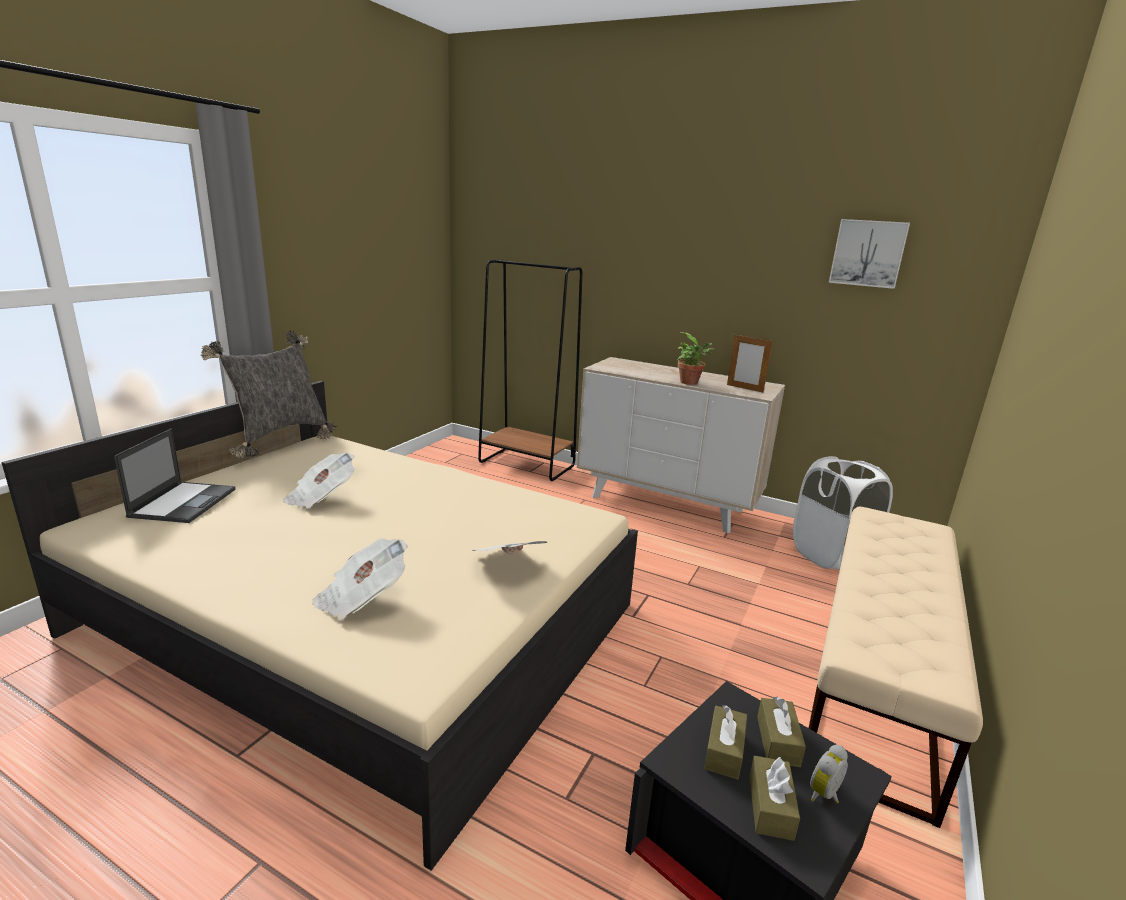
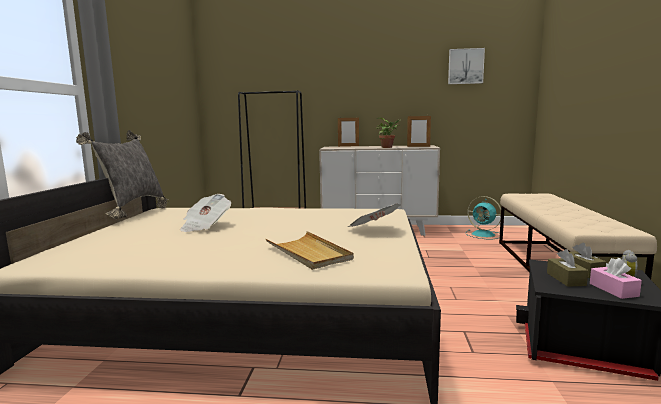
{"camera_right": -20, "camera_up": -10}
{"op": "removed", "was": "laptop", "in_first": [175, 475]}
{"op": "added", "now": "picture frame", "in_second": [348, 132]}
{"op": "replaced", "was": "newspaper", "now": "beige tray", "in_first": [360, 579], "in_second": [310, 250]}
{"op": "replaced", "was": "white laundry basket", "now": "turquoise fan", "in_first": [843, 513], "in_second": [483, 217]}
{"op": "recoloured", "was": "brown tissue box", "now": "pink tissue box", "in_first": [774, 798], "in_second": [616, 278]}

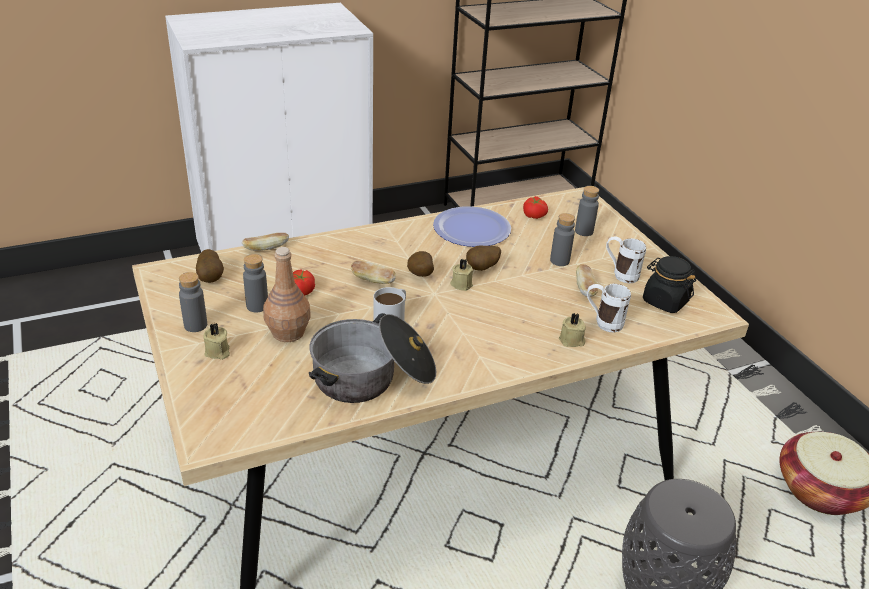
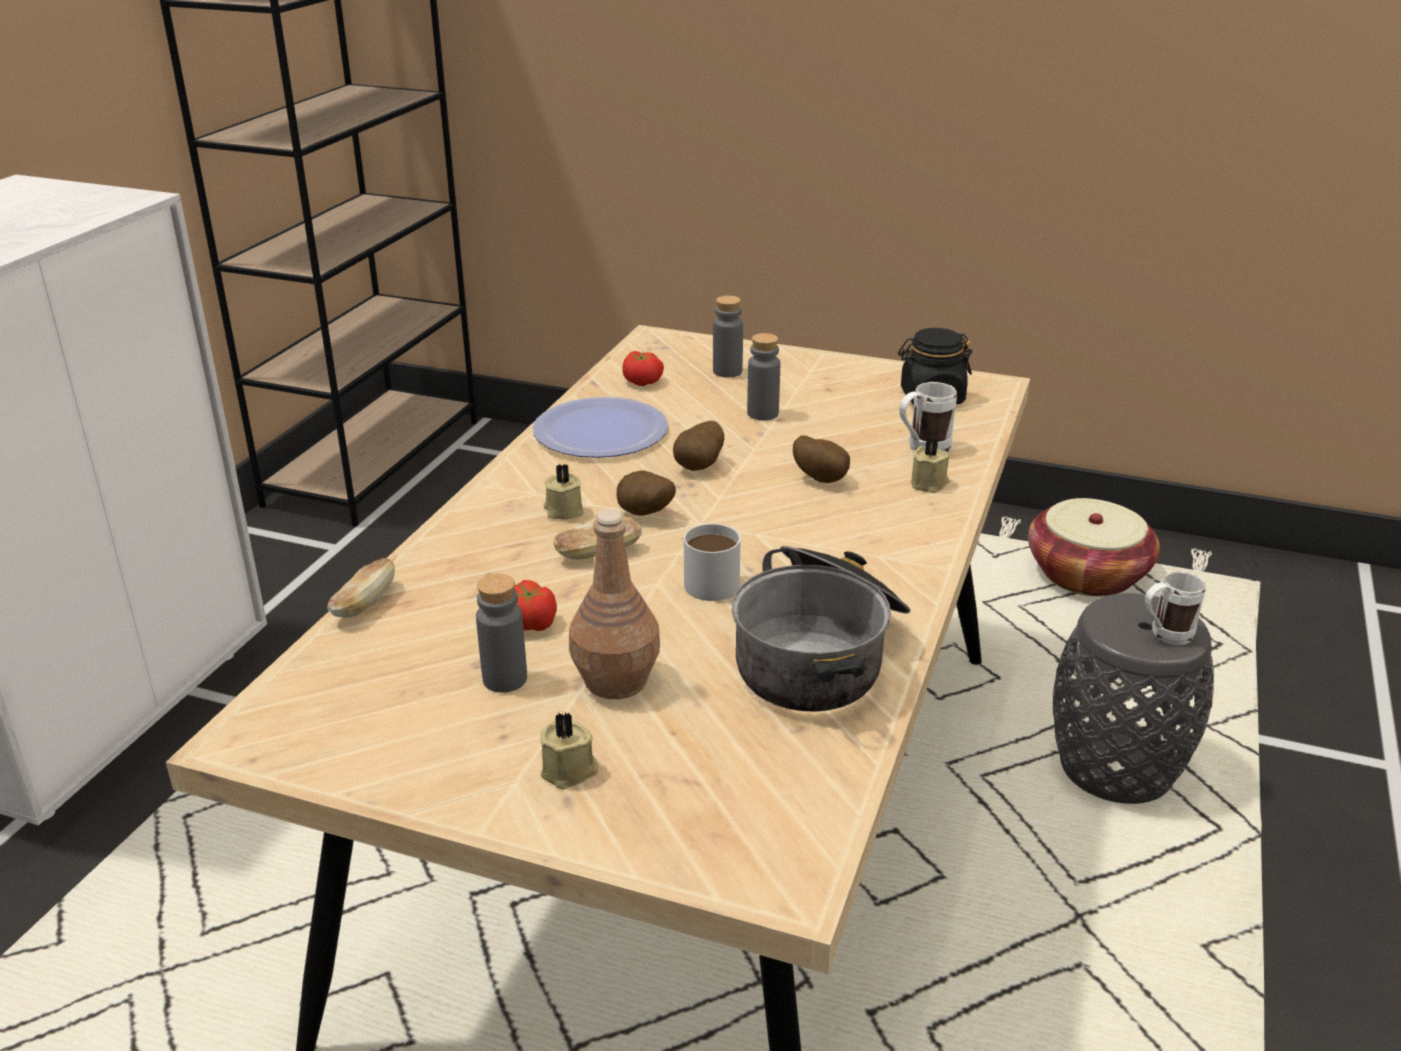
{"camera_right": -45, "camera_up": -5}
{"op": "removed", "was": "grey bottle", "in_first": [193, 302]}
{"op": "removed", "was": "bread", "in_first": [587, 280]}
{"op": "moved", "was": "potato", "in_first": [210, 266], "in_second": [821, 459]}
{"op": "moved", "was": "beige candle", "in_first": [461, 274], "in_second": [564, 492]}
{"op": "moved", "was": "white mug", "in_first": [626, 259], "in_second": [1175, 608]}

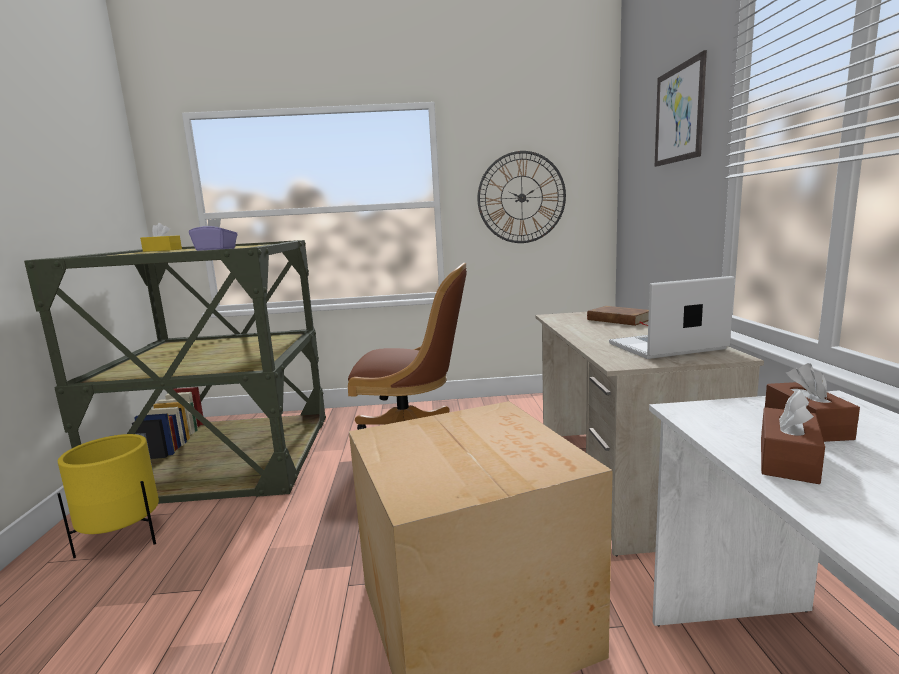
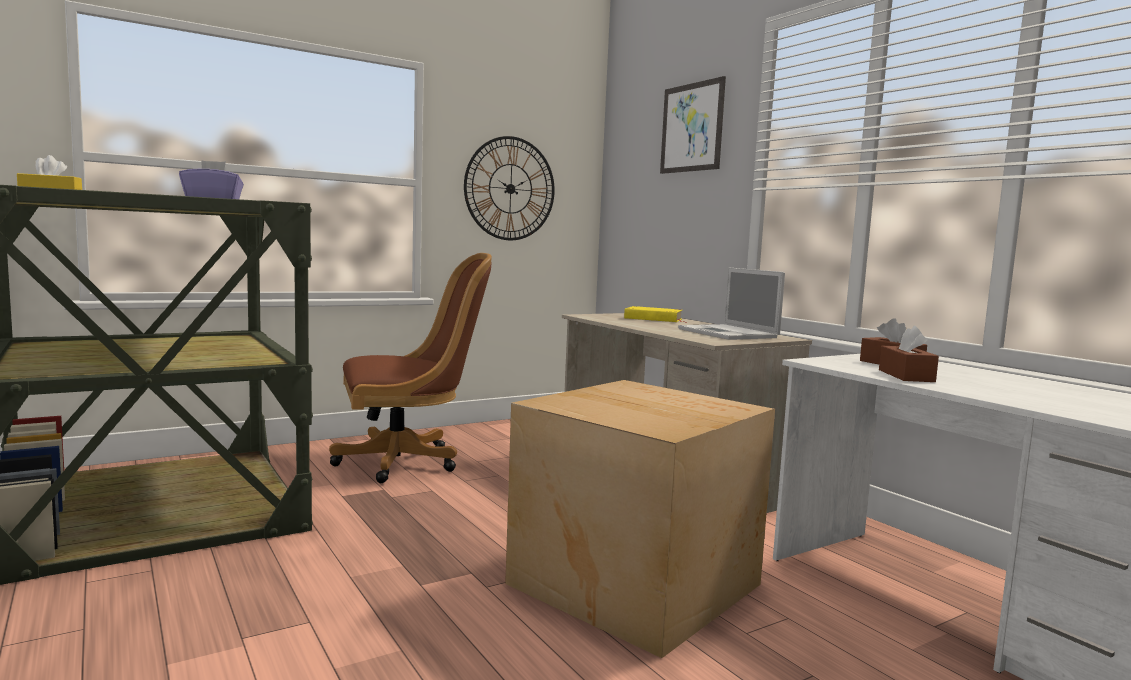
{"camera_right": -30, "camera_up": -5}
{"op": "removed", "was": "yellow planter", "in_first": [108, 496]}
{"op": "recoloured", "was": "brown book", "now": "yellow book", "in_first": [618, 316], "in_second": [653, 314]}
{"op": "turned", "was": "laptop", "in_first": [672, 317], "in_second": [731, 303], "clockwise": -75}

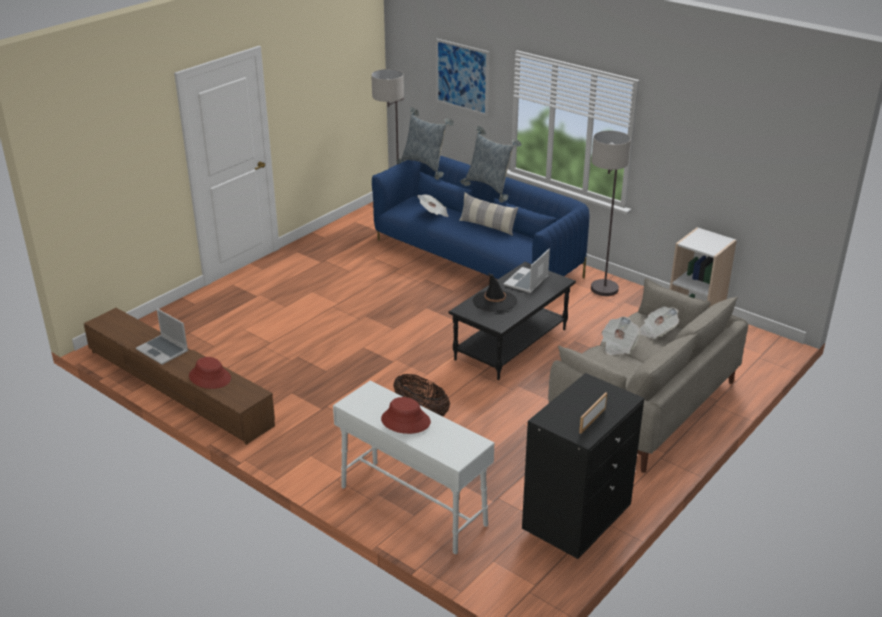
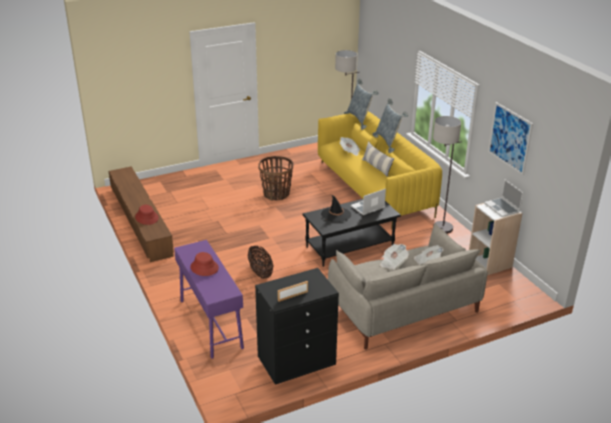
{"camera_right": 25, "camera_up": 0}
{"op": "added", "now": "basket", "in_second": [275, 178]}
{"op": "moved", "was": "laptop", "in_first": [162, 337], "in_second": [503, 198]}
{"op": "moved", "was": "picture", "in_first": [462, 77], "in_second": [510, 138]}
{"op": "recoloured", "was": "white console table", "now": "purple console table", "in_first": [414, 467], "in_second": [209, 299]}
{"op": "recoloured", "was": "blue sofa", "now": "yellow sofa", "in_first": [480, 217], "in_second": [380, 170]}

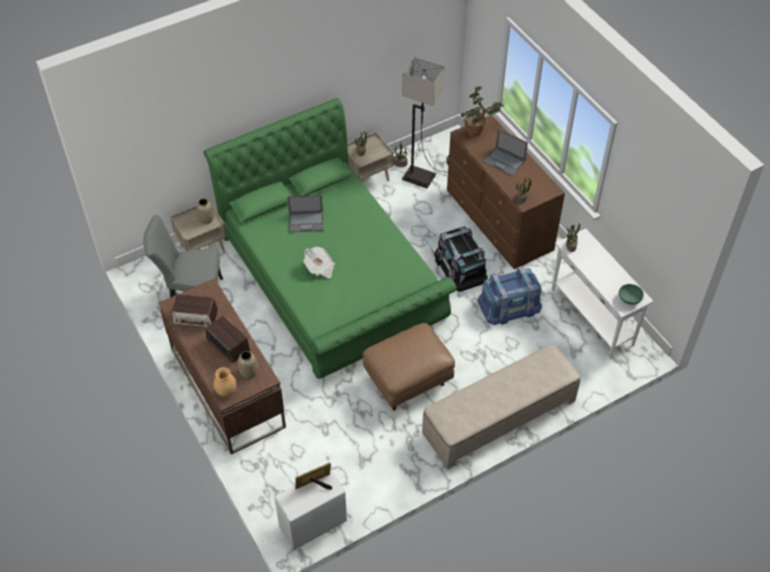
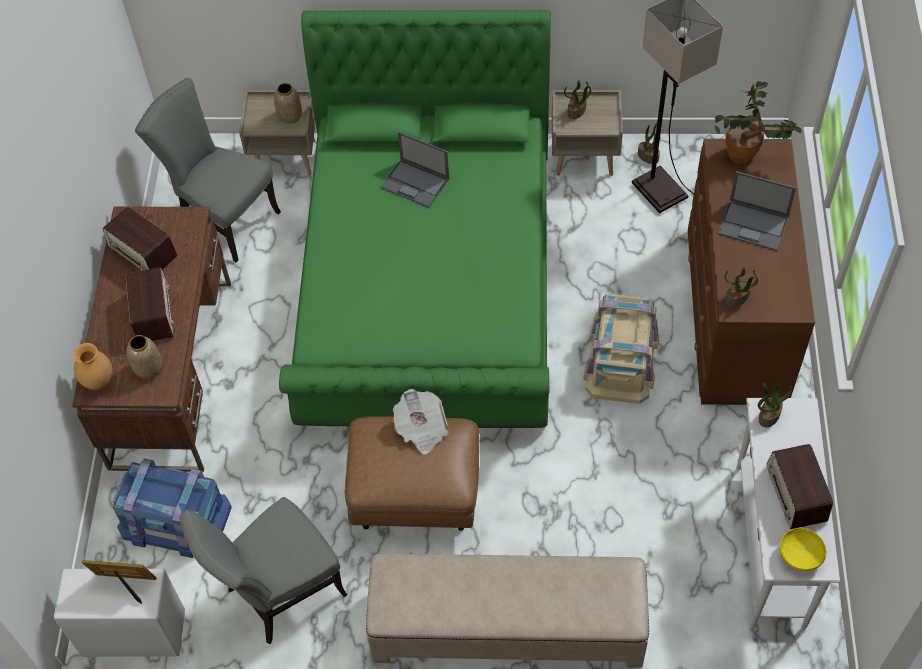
{"camera_right": 35, "camera_up": 5}
{"op": "added", "now": "grey chair", "in_second": [263, 570]}
{"op": "added", "now": "radio", "in_second": [800, 486]}
{"op": "moved", "was": "newspaper", "in_first": [319, 262], "in_second": [420, 421]}
{"op": "moved", "was": "blue storage box", "in_first": [510, 295], "in_second": [172, 508]}
{"op": "recoloured", "was": "black storage box", "now": "beige storage box", "in_first": [460, 259], "in_second": [621, 349]}
{"op": "recoloured", "was": "green bowl", "now": "yellow bowl", "in_first": [631, 294], "in_second": [803, 549]}
{"op": "turned", "was": "laptop", "in_first": [505, 152], "in_second": [757, 211], "clockwise": -45}

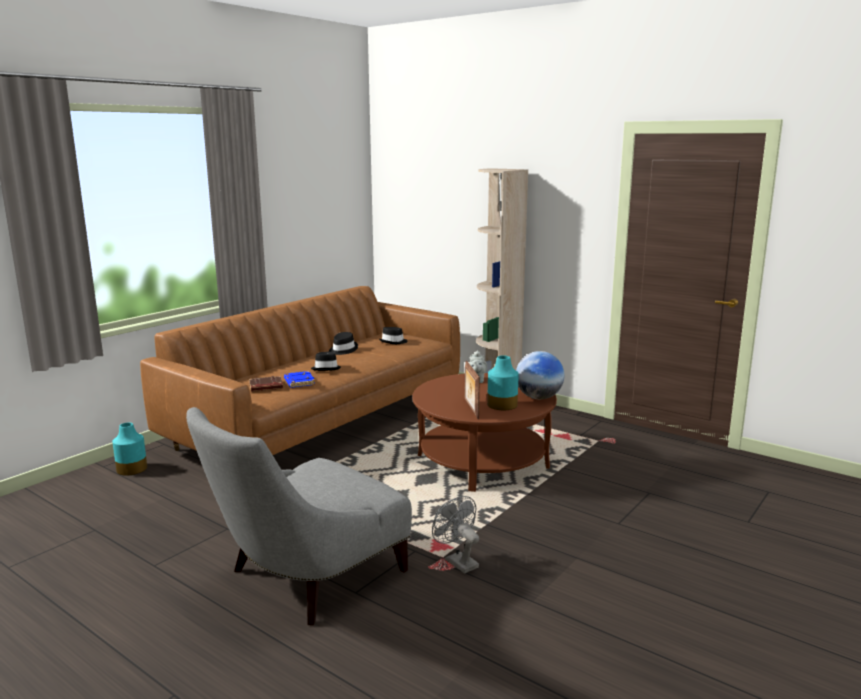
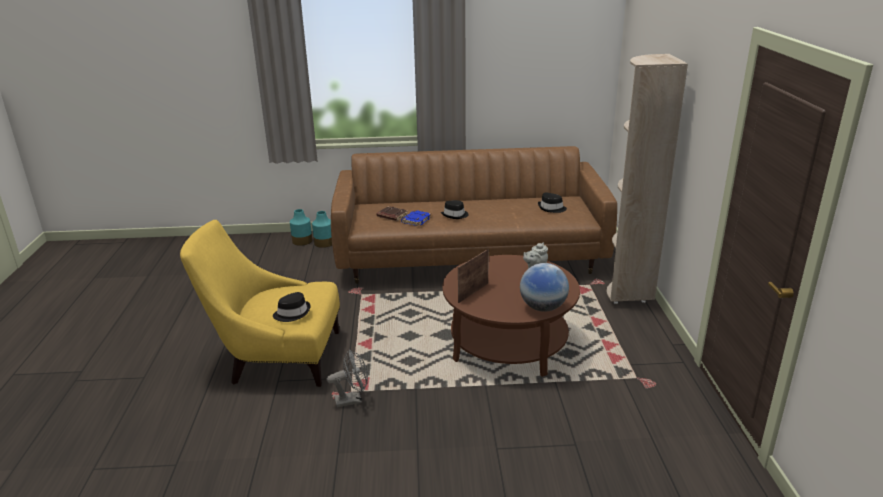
{"camera_right": 50, "camera_up": 10}
{"op": "moved", "was": "black hat", "in_first": [343, 343], "in_second": [292, 307]}
{"op": "moved", "was": "turquoise vase", "in_first": [503, 382], "in_second": [301, 227]}
{"op": "recoloured", "was": "grey armchair", "now": "yellow armchair", "in_first": [299, 516], "in_second": [260, 303]}
{"op": "turned", "was": "grey fan", "in_first": [455, 534], "in_second": [347, 378], "clockwise": 60}

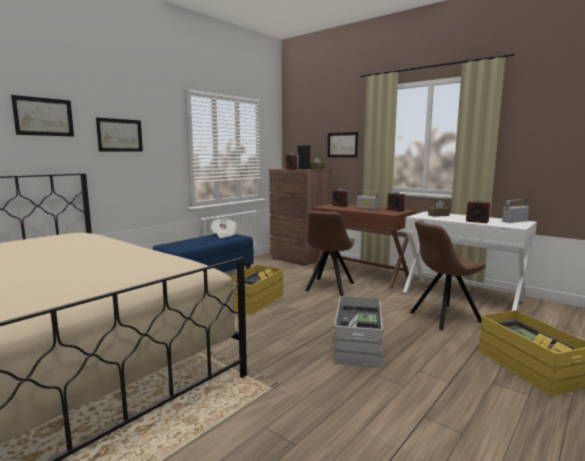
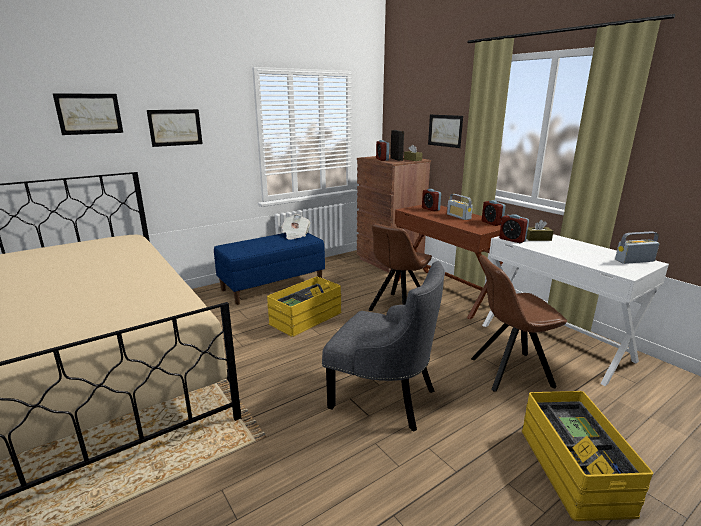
{"camera_right": 15, "camera_up": 10}
{"op": "moved", "was": "alarm clock", "in_first": [478, 211], "in_second": [514, 228]}
{"op": "replaced", "was": "grey storage box", "now": "grey armchair", "in_first": [358, 332], "in_second": [383, 346]}

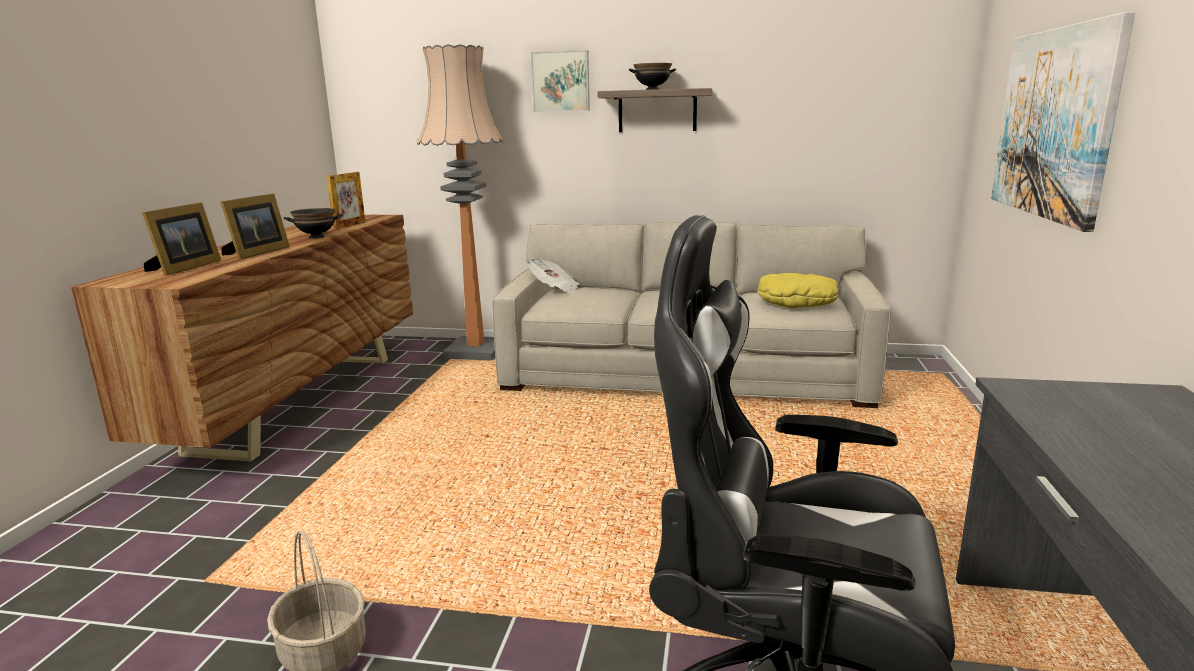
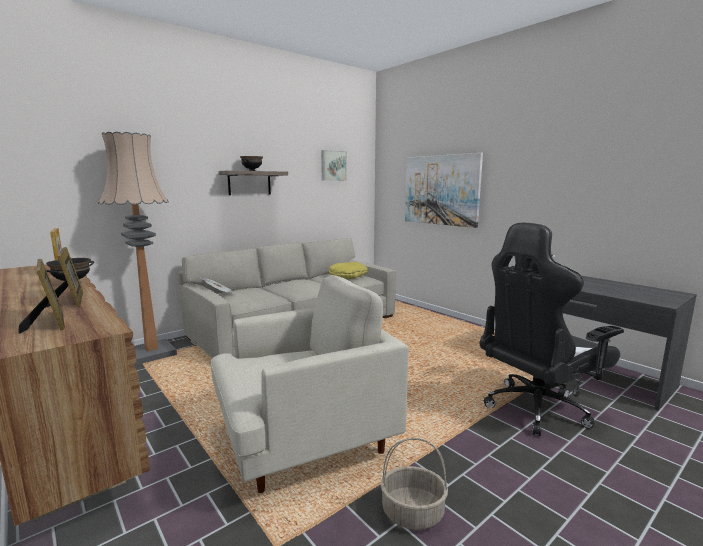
{"camera_right": -50, "camera_up": -5}
{"op": "added", "now": "beige armchair", "in_second": [310, 384]}
{"op": "moved", "was": "picture", "in_first": [560, 81], "in_second": [334, 165]}

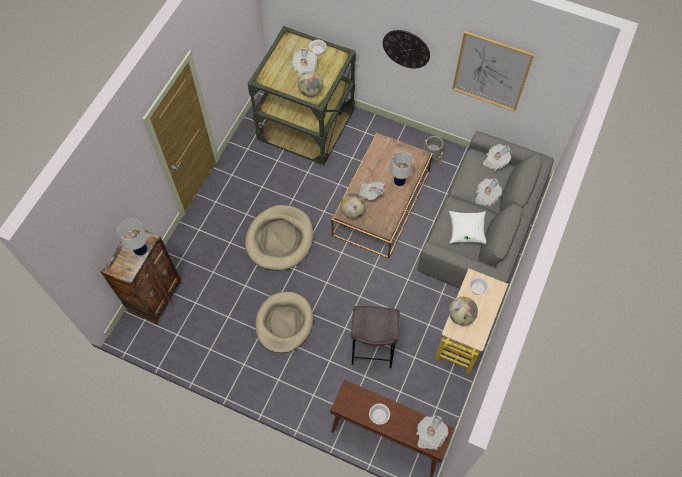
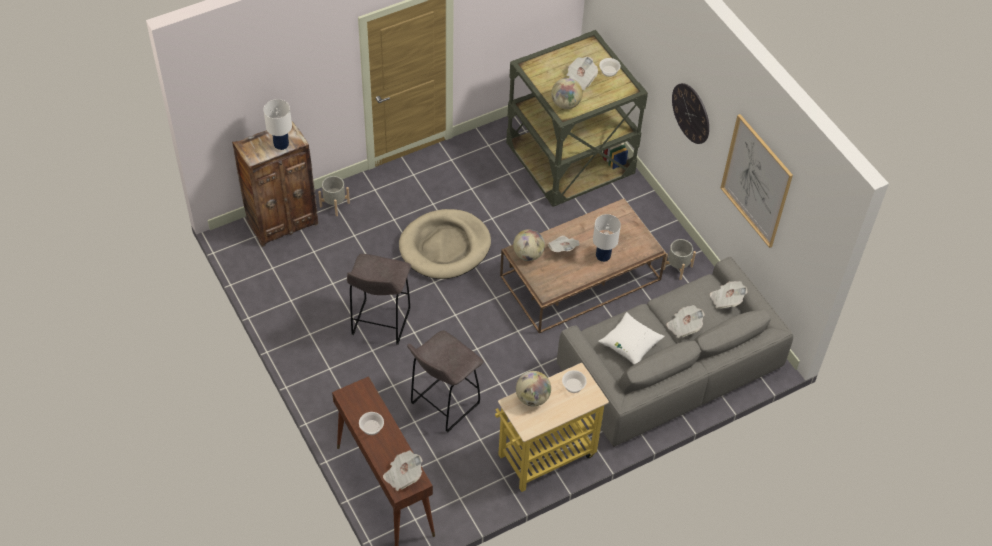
{"camera_right": 35, "camera_up": -10}
{"op": "added", "now": "grey planter", "in_second": [334, 196]}
{"op": "replaced", "was": "beige dog bed", "now": "grey stool", "in_first": [284, 322], "in_second": [379, 299]}

